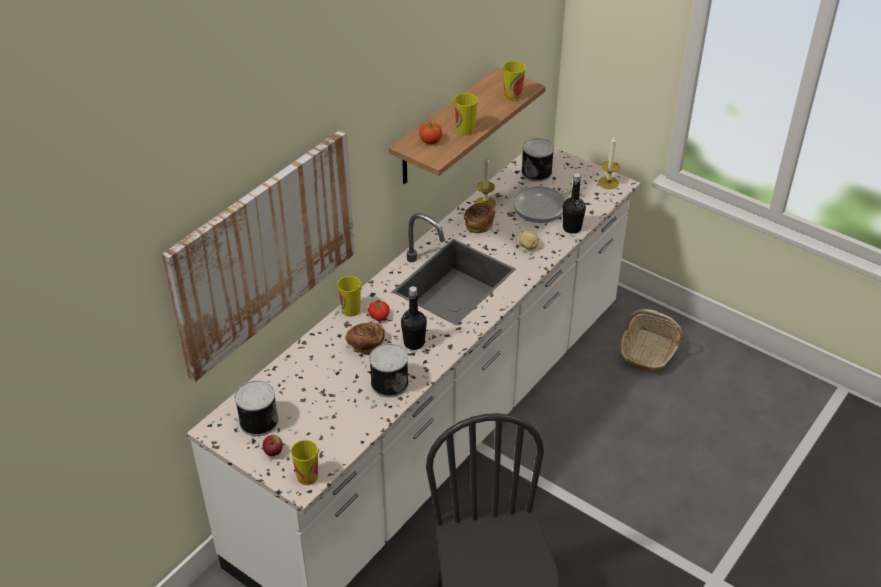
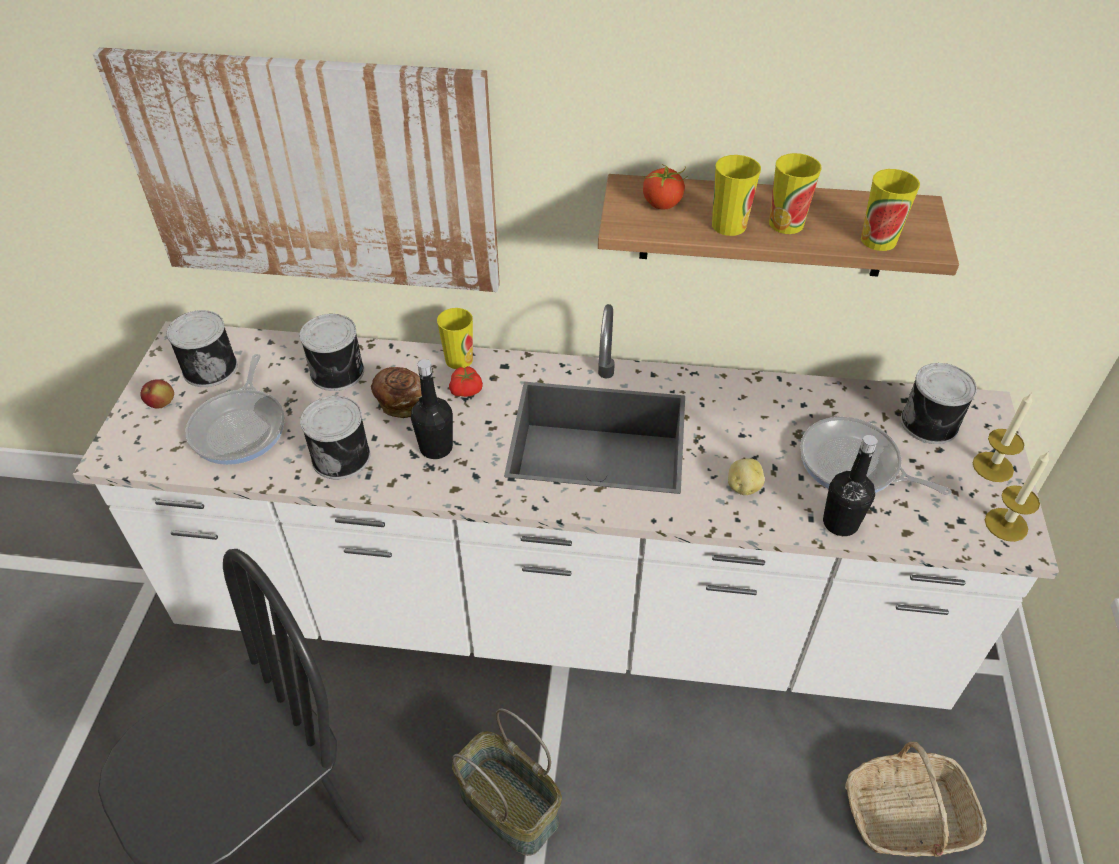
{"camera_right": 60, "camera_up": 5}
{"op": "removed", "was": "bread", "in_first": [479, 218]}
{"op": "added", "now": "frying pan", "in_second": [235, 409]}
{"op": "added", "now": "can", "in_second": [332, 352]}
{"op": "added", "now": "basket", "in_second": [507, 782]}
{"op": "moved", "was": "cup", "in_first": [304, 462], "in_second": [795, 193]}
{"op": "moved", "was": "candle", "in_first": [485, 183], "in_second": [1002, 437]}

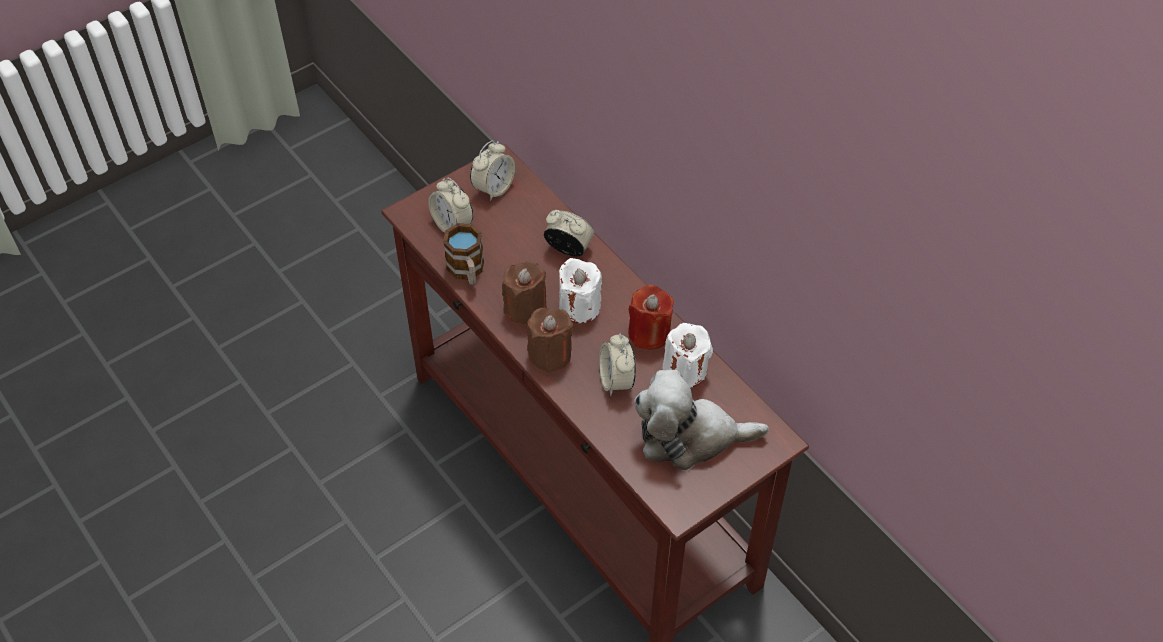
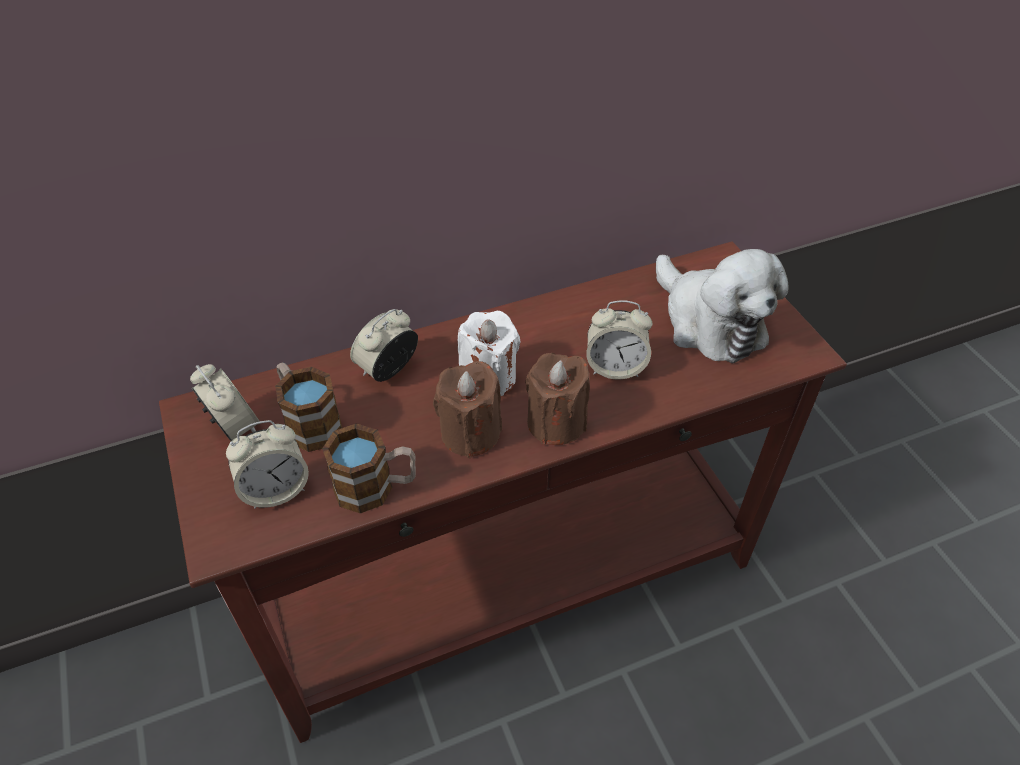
{"camera_right": -75, "camera_up": -5}
{"op": "removed", "was": "red candle", "in_first": [651, 317]}
{"op": "removed", "was": "white candle", "in_first": [687, 355]}
{"op": "added", "now": "mug", "in_second": [308, 407]}
{"op": "turned", "was": "plush toy", "in_first": [701, 420], "in_second": [722, 306], "clockwise": -45}

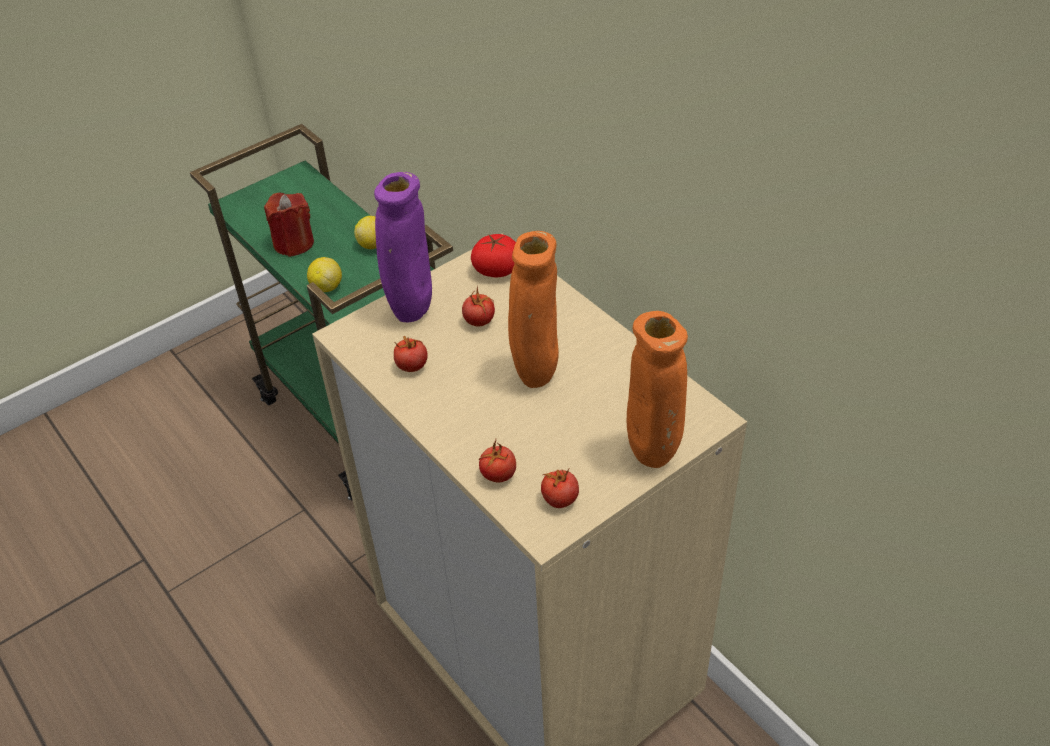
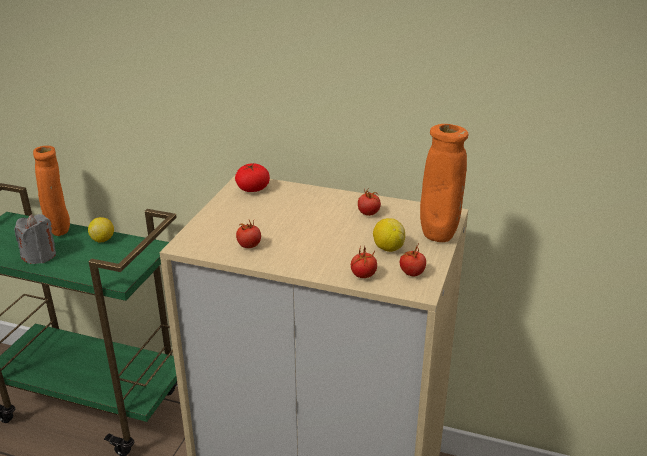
{"camera_right": -35, "camera_up": -15}
{"op": "removed", "was": "purple vase", "in_first": [403, 247]}
{"op": "moved", "was": "lemon", "in_first": [324, 274], "in_second": [389, 235]}
{"op": "moved", "was": "tomato", "in_first": [478, 306], "in_second": [369, 202]}
{"op": "moved", "was": "orange vase", "in_first": [533, 309], "in_second": [51, 190]}
{"op": "recoloured", "was": "red candle", "now": "grey candle", "in_first": [289, 224], "in_second": [35, 239]}

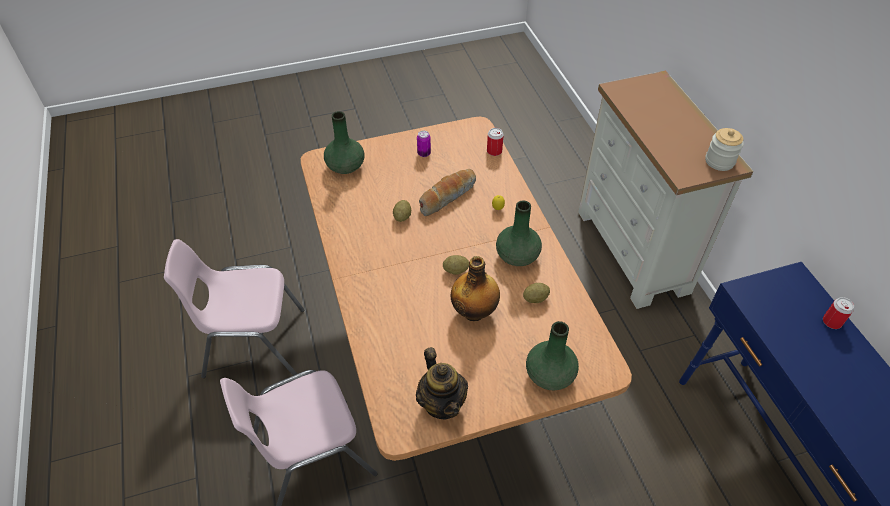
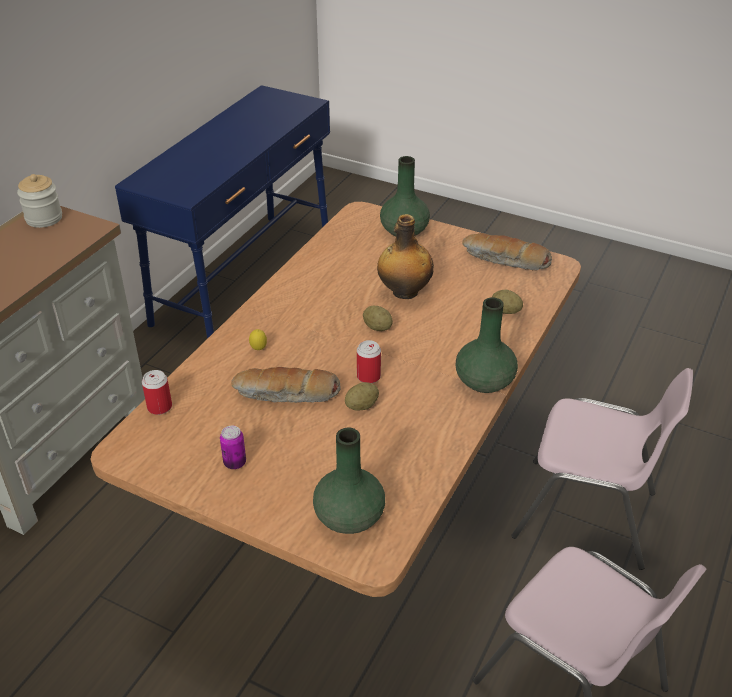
{"camera_right": -135, "camera_up": -10}
{"op": "moved", "was": "green vase", "in_first": [519, 233], "in_second": [487, 345]}
{"op": "moved", "was": "potato", "in_first": [536, 293], "in_second": [507, 302]}
{"op": "moved", "was": "can", "in_first": [838, 313], "in_second": [369, 361]}
{"op": "replaced", "was": "teapot", "now": "bread", "in_first": [442, 383], "in_second": [507, 252]}

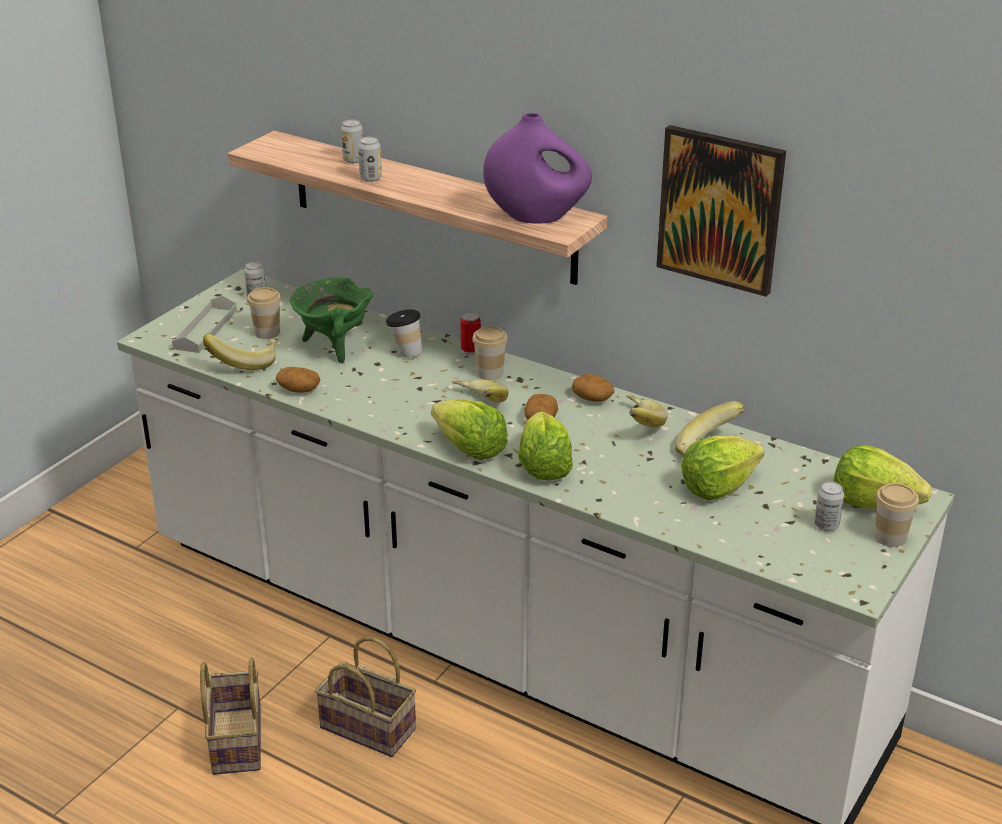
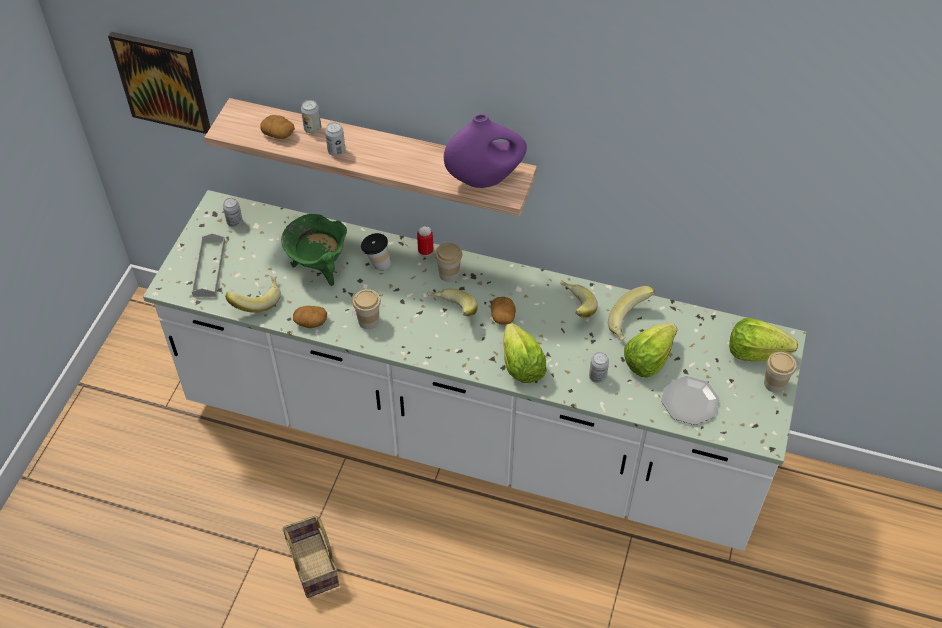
{"camera_right": -15, "camera_up": 20}
{"op": "removed", "was": "basket", "in_first": [365, 696]}
{"op": "removed", "was": "lettuce", "in_first": [469, 429]}
{"op": "added", "now": "plate", "in_second": [690, 400]}
{"op": "moved", "was": "cup", "in_first": [264, 313], "in_second": [366, 309]}
{"op": "moved", "was": "potato", "in_first": [593, 388], "in_second": [277, 127]}
{"op": "moved", "was": "picture", "in_first": [721, 211], "in_second": [159, 83]}
{"op": "moved", "was": "can", "in_first": [829, 506], "in_second": [599, 367]}

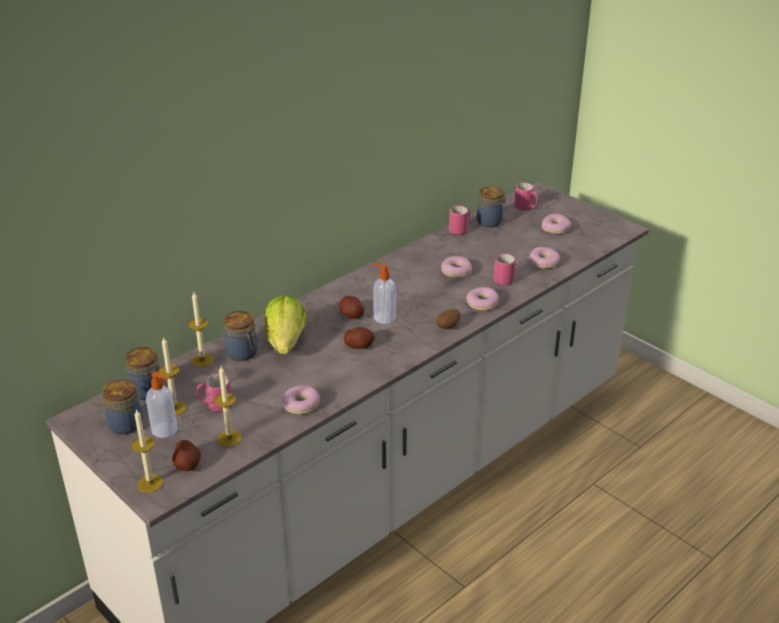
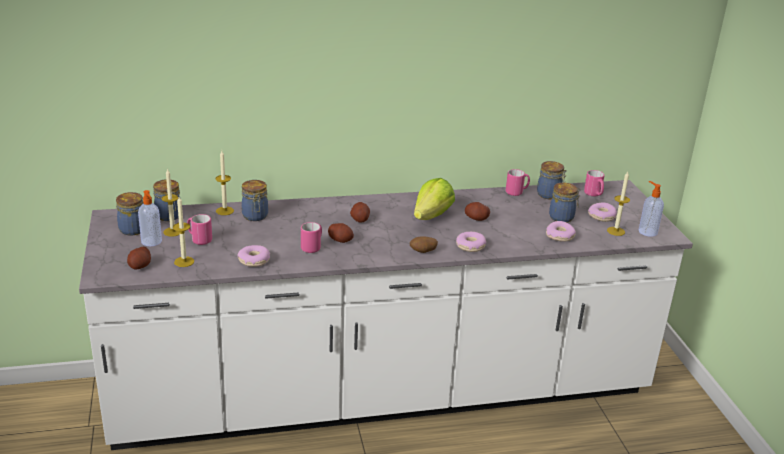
{"camera_right": 30, "camera_up": -5}
{"op": "added", "now": "jar", "in_second": [565, 203]}
{"op": "moved", "was": "candle", "in_first": [147, 451], "in_second": [618, 204]}
{"op": "moved", "was": "lettuce", "in_first": [286, 324], "in_second": [434, 199]}
{"op": "moved", "was": "soap dispenser", "in_first": [384, 293], "in_second": [651, 209]}
{"op": "moved", "was": "pink mug", "in_first": [505, 269], "in_second": [311, 237]}
{"op": "replaced", "was": "donut", "now": "potato", "in_first": [456, 267], "in_second": [477, 211]}

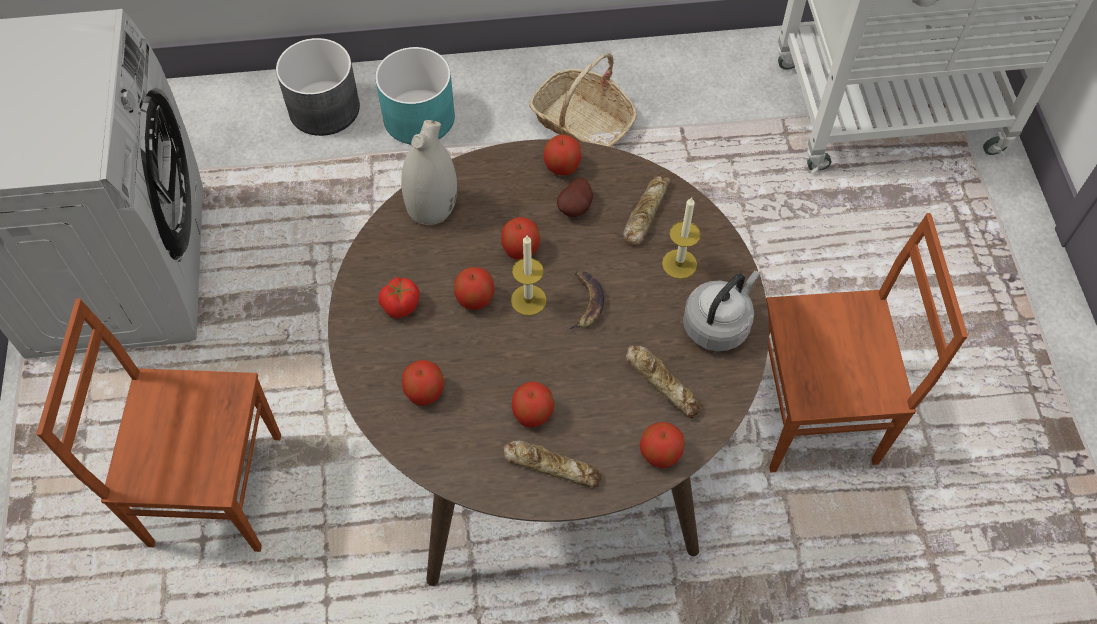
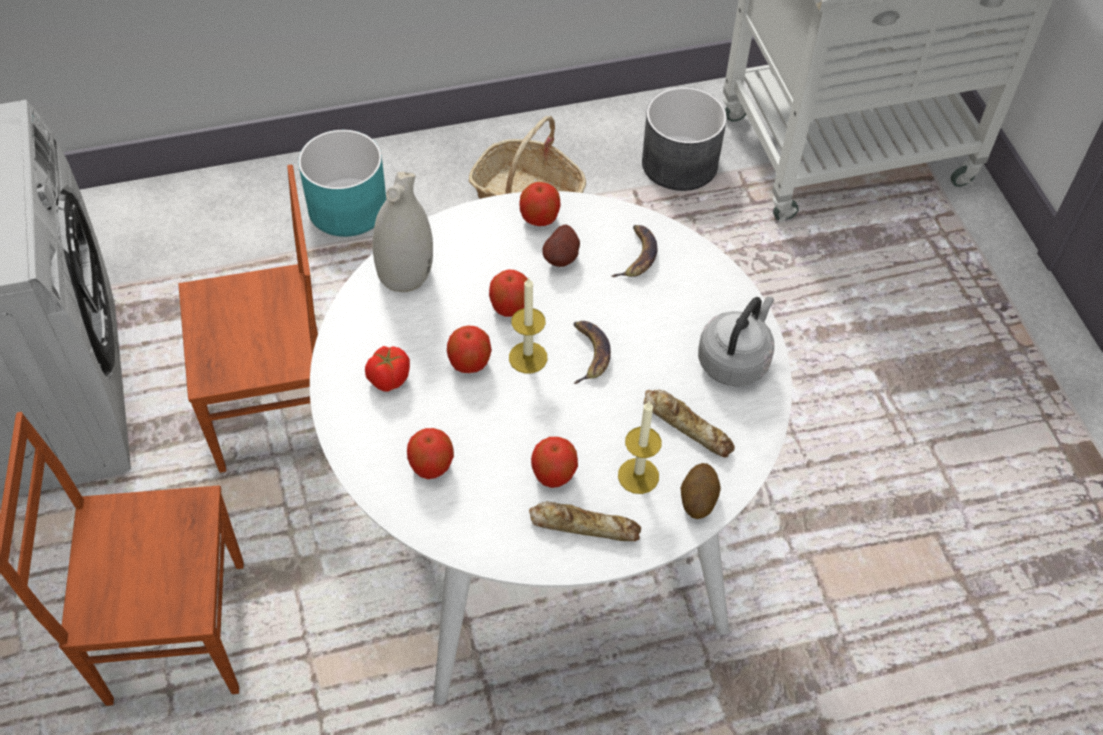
{"camera_right": -10, "camera_up": -5}
{"op": "moved", "was": "grey planter", "in_first": [318, 87], "in_second": [684, 139]}
{"op": "moved", "was": "candle", "in_first": [681, 237], "in_second": [640, 447]}
{"op": "moved", "was": "brown chair", "in_first": [867, 342], "in_second": [248, 319]}
{"op": "replaced", "was": "bread", "now": "banana", "in_first": [647, 210], "in_second": [634, 251]}
{"op": "replaced", "was": "apple", "now": "potato", "in_first": [662, 445], "in_second": [701, 491]}
{"op": "recoloured", "was": "brown dining table", "now": "white dining table", "in_first": [548, 362], "in_second": [551, 448]}

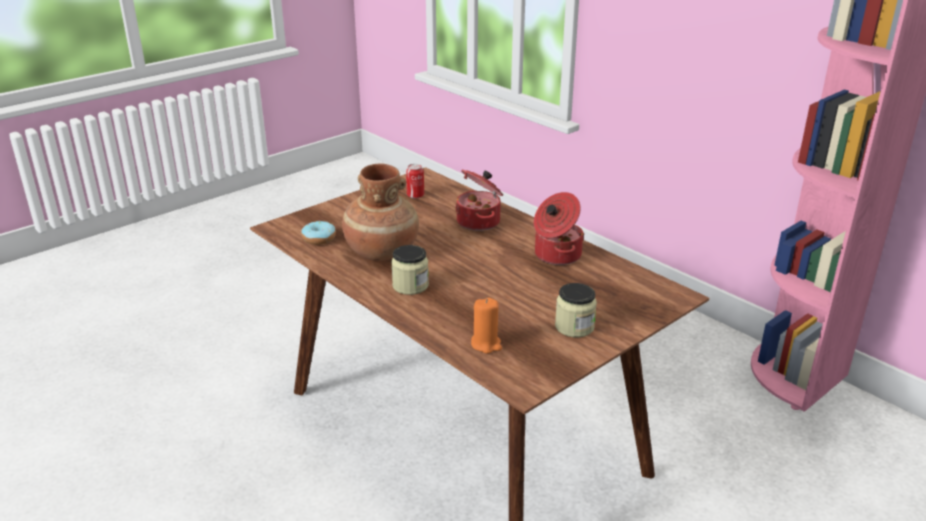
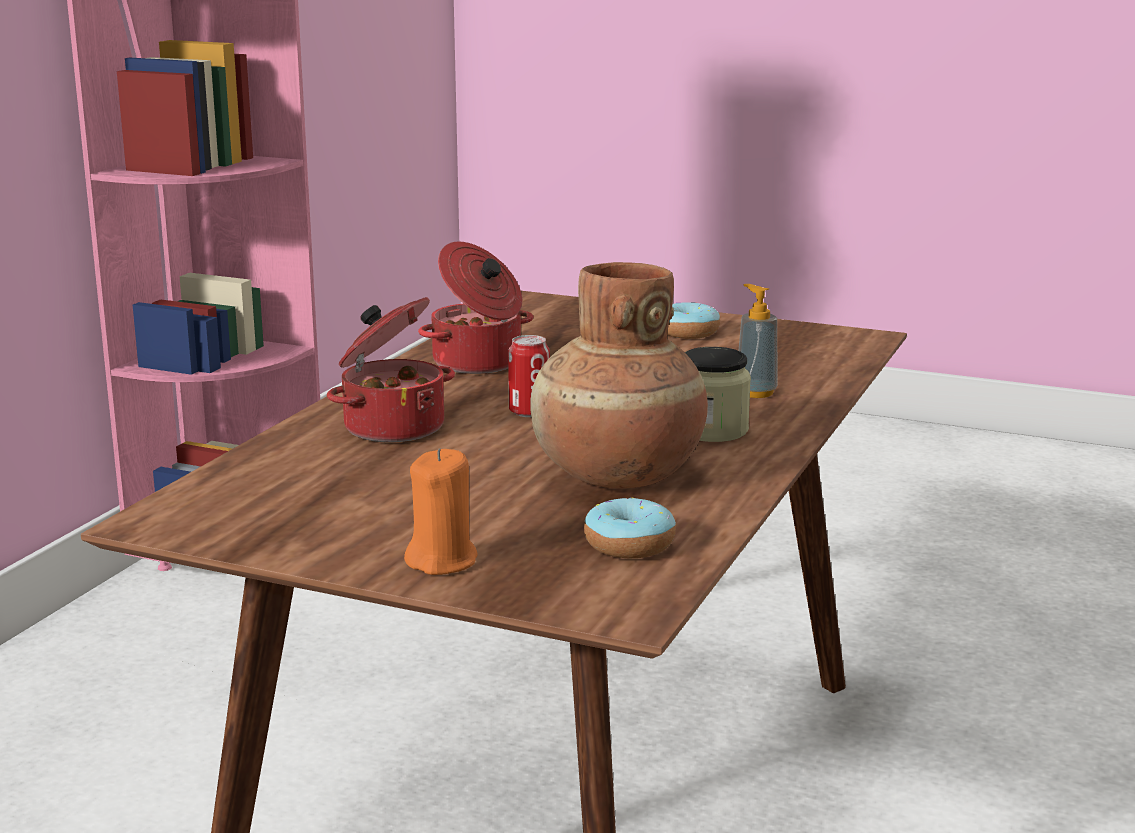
{"camera_right": -115, "camera_up": -10}
{"op": "added", "now": "soap dispenser", "in_second": [758, 341]}
{"op": "moved", "was": "can", "in_first": [415, 181], "in_second": [529, 376]}
{"op": "moved", "was": "orange candle", "in_first": [486, 326], "in_second": [441, 512]}
{"op": "replaced", "was": "jar", "now": "donut", "in_first": [576, 310], "in_second": [693, 320]}

